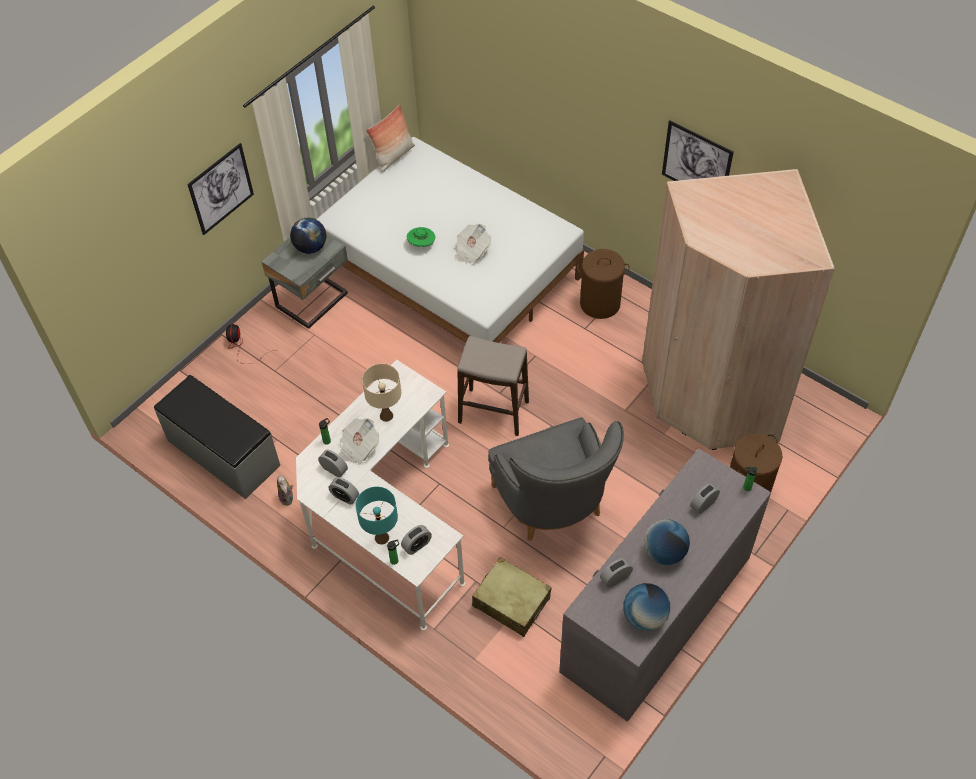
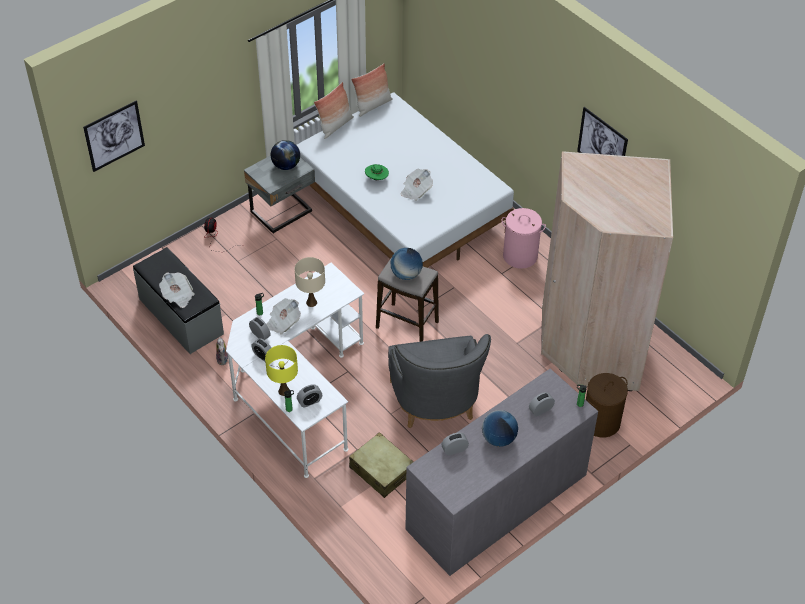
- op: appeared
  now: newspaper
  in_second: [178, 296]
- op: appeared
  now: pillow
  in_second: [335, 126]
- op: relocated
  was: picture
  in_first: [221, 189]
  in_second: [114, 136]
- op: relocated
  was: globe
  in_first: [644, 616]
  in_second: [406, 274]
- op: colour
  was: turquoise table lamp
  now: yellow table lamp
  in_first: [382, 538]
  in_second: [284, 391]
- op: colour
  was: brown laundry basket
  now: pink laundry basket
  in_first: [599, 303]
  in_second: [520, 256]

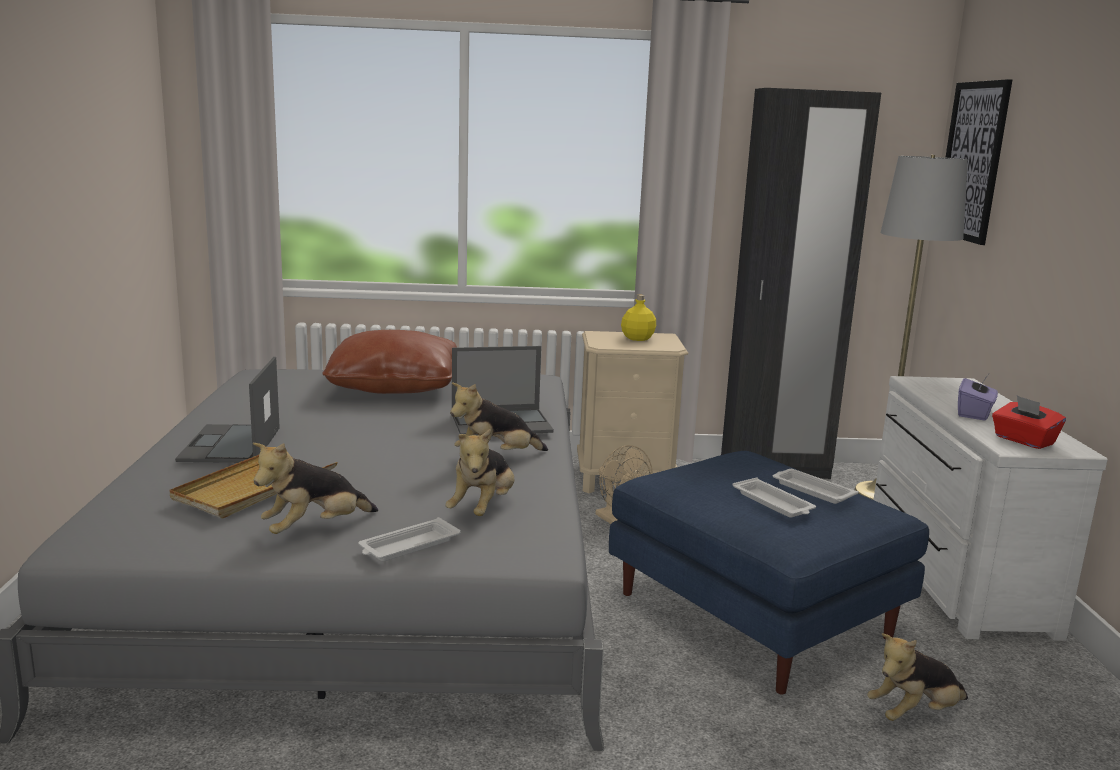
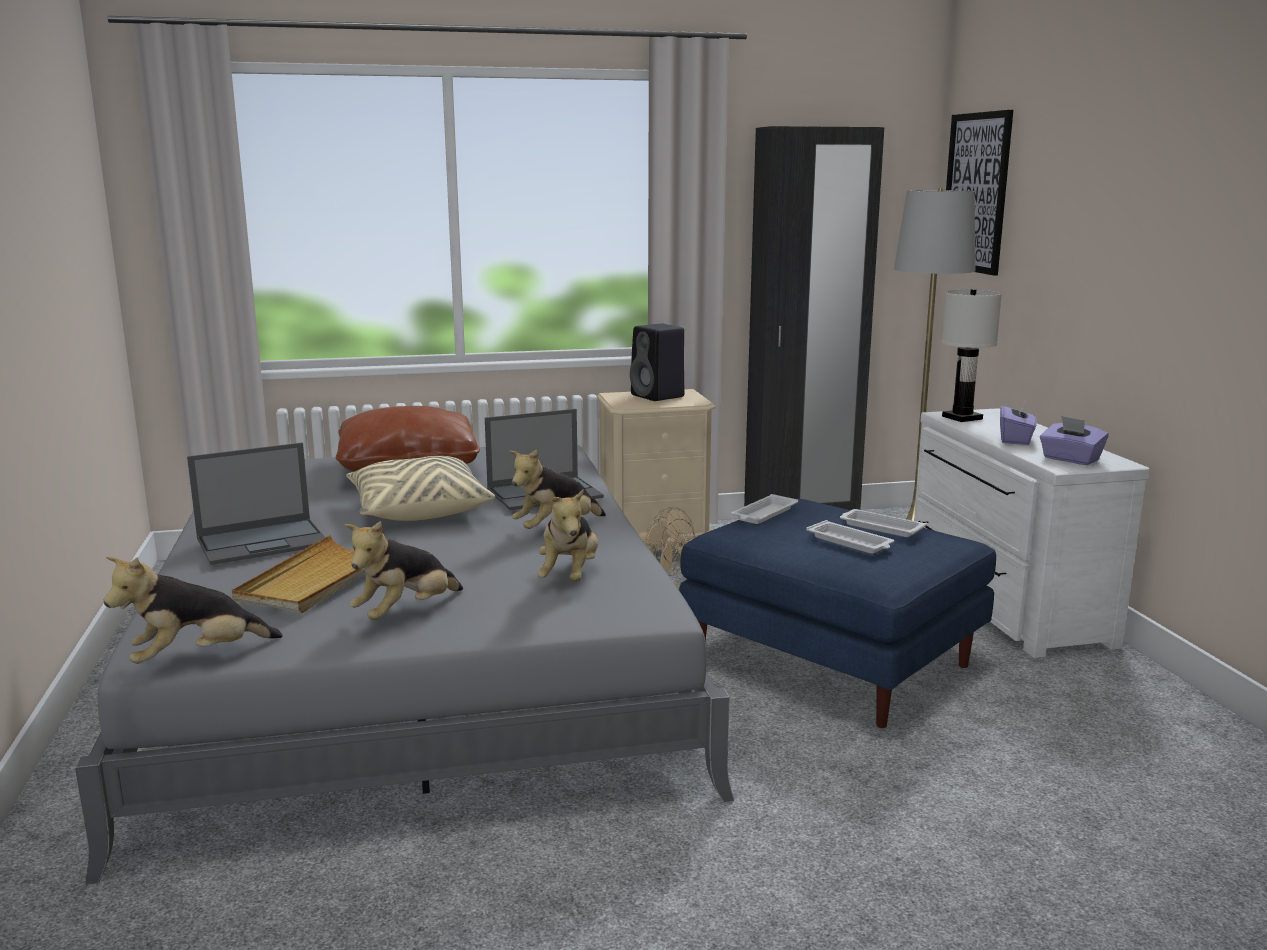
- op: appeared
  now: beige pillow
  in_second: [418, 510]
- op: appeared
  now: white table lamp
  in_second: [961, 417]
- op: relocated
  was: white tray
  in_first: [408, 546]
  in_second: [764, 514]
- op: relocated
  was: plush toy
  in_first: [915, 714]
  in_second: [196, 658]
- op: exchanged
  was: yellow bottle
  now: black speaker
  in_first: [638, 338]
  in_second: [659, 396]
- op: colour
  was: red tissue box
  now: purple tissue box
  in_first: [1023, 441]
  in_second: [1070, 459]
- op: spun
  was: laptop
  in_first: [230, 445]
  in_second: [264, 541]
  clockwise: -105

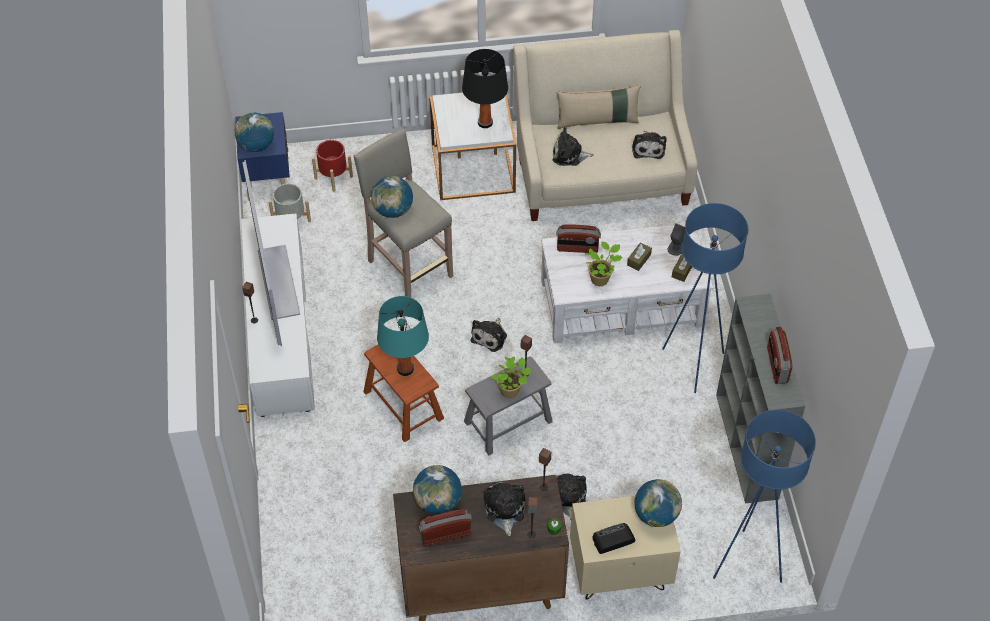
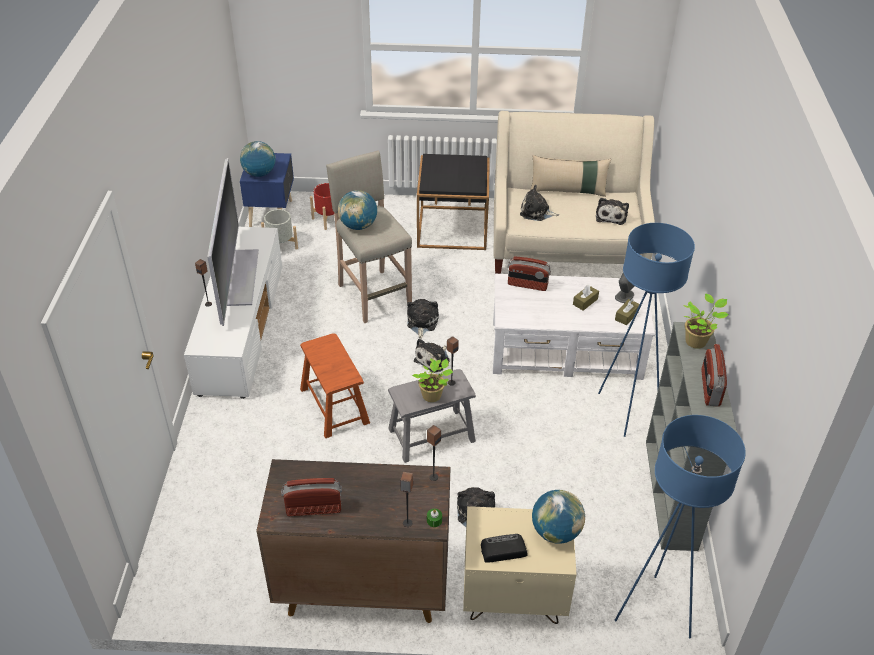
- op: missing
  was: turquoise table lamp
  in_first: [405, 369]
- op: missing
  was: globe
  in_first: [438, 502]
- op: missing
  was: black table lamp
  in_first: [485, 122]
- op: relocated
  was: plush toy
  in_first: [504, 510]
  in_second: [421, 323]
- op: relocated
  was: potted plant
  in_first: [600, 279]
  in_second: [697, 341]
- op: colour
  was: white side table
  now: black side table
  in_first: [473, 168]
  in_second: [452, 228]

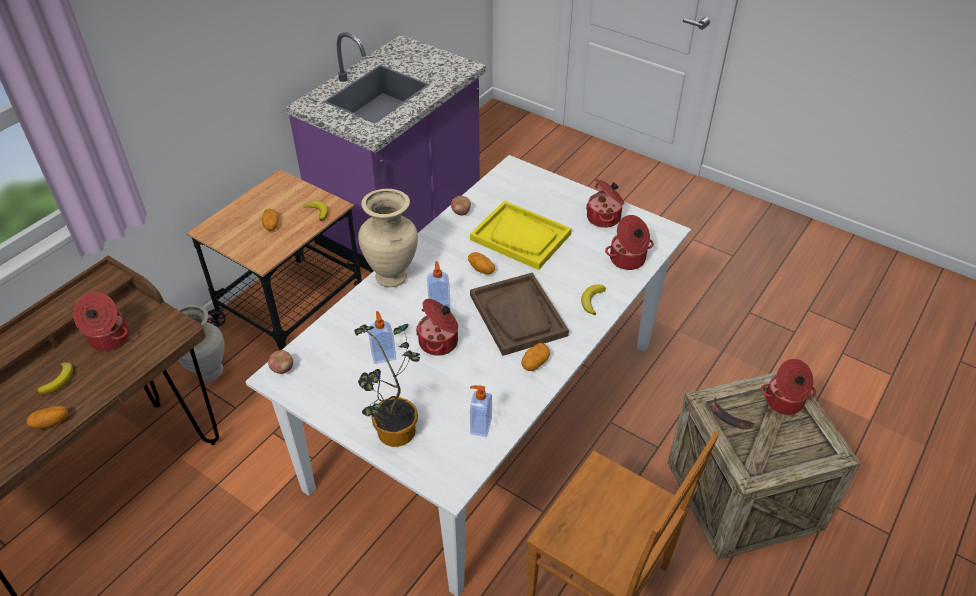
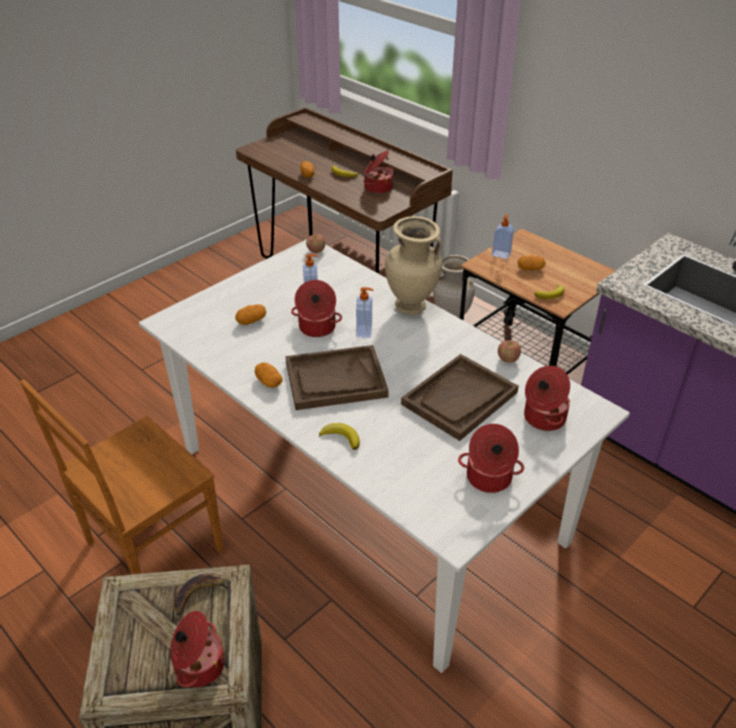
- op: missing
  was: potted plant
  in_first: [393, 436]
- op: relocated
  was: potato
  in_first: [481, 269]
  in_second: [251, 321]
- op: relocated
  was: soap dispenser
  in_first: [480, 426]
  in_second: [501, 254]
- op: relocated
  was: cooking pot
  in_first: [627, 260]
  in_second: [543, 418]
- op: colour
  was: yellow tray
  now: brown tray
  in_first: [521, 237]
  in_second: [459, 399]

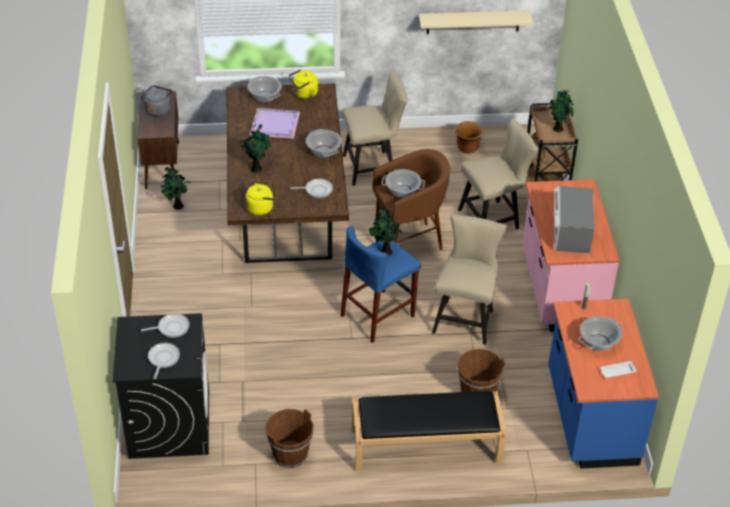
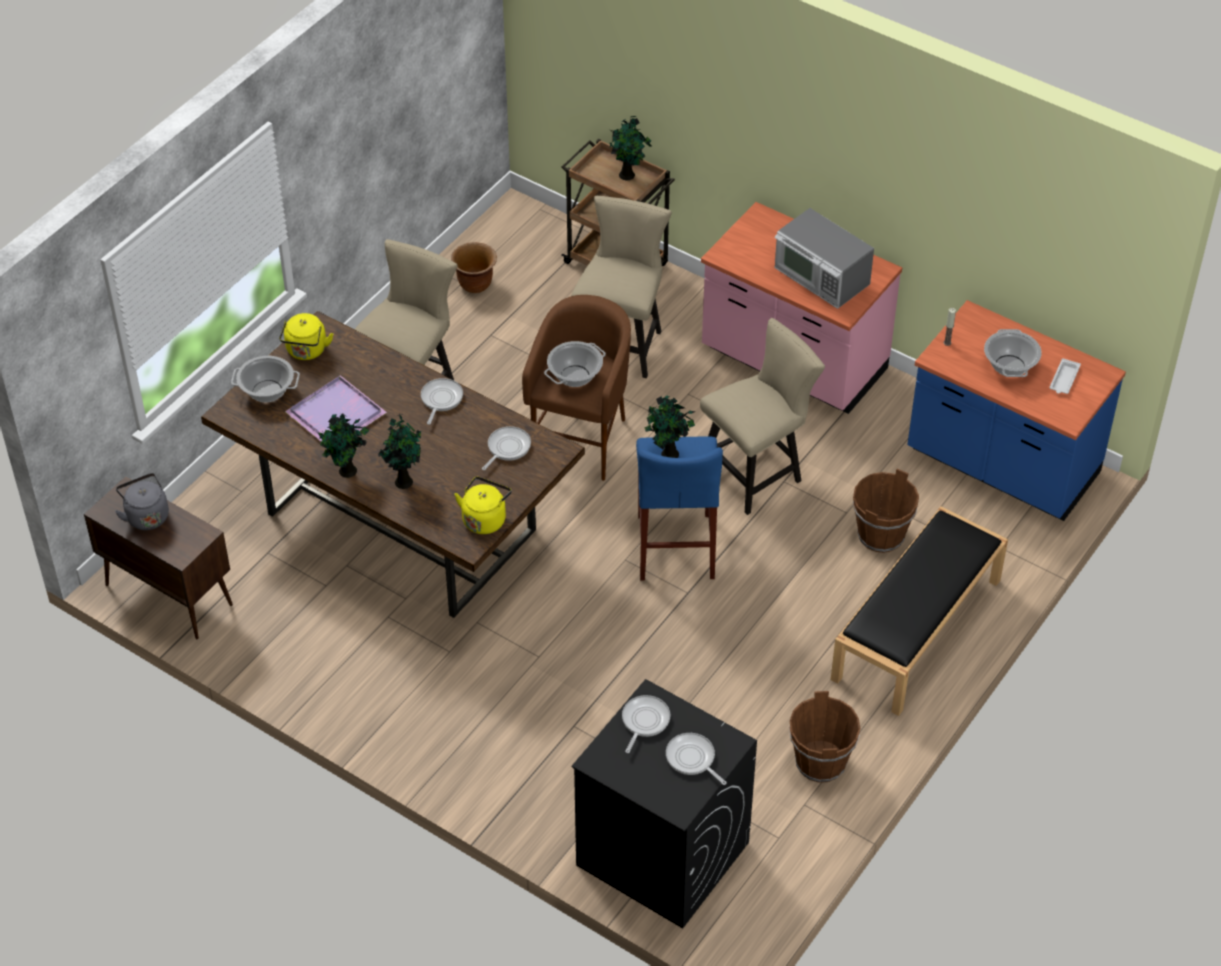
- op: missing
  was: beige shelf
  in_first: [473, 22]
- op: relocated
  was: potted plant
  in_first: [177, 206]
  in_second: [347, 472]
- op: exchanged
  was: cooking pot
  now: frying pan
  in_first: [323, 151]
  in_second: [440, 400]
- op: spun
  was: beige chair
  in_first: [465, 318]
  in_second: [757, 471]
  clockwise: 90

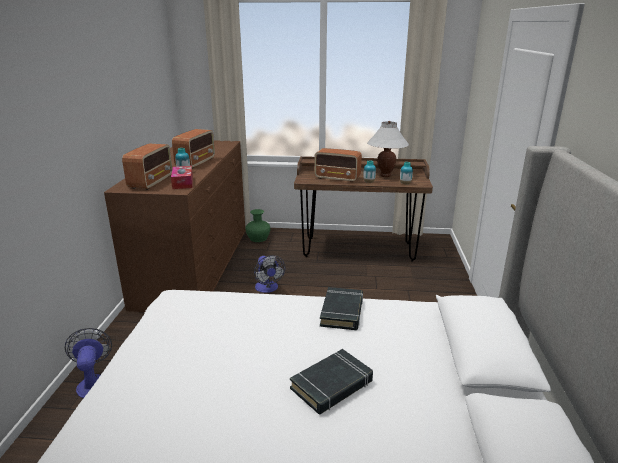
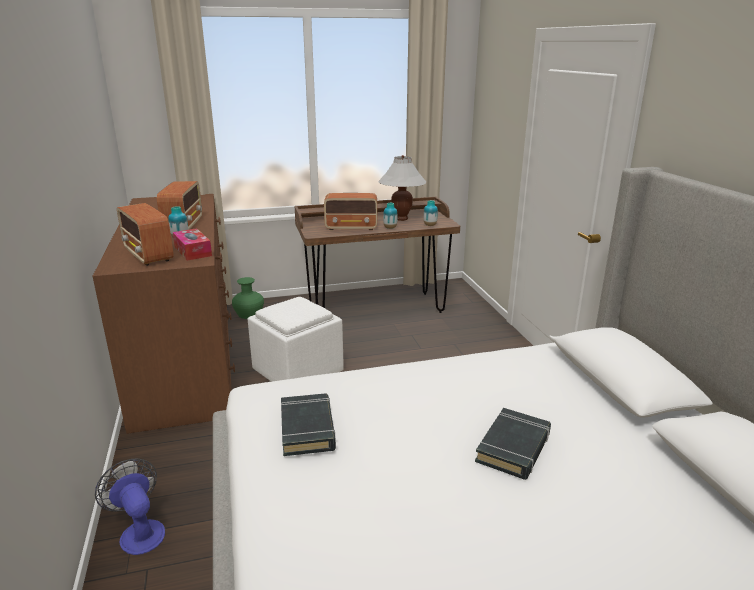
- op: relocated
  was: black book
  in_first: [342, 312]
  in_second: [307, 429]
- op: exchanged
  was: fan
  now: white ottoman
  in_first: [268, 289]
  in_second: [298, 371]
- op: spun
  was: radio
  in_first: [151, 182]
  in_second: [148, 255]
  clockwise: 150

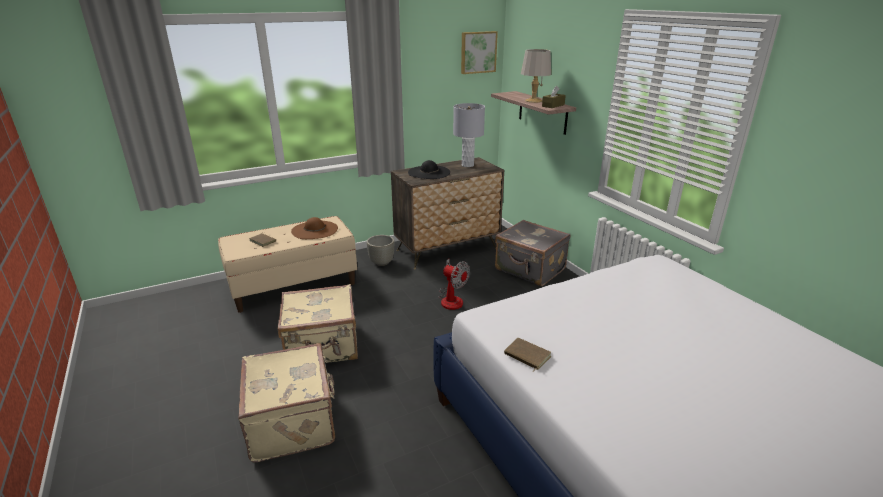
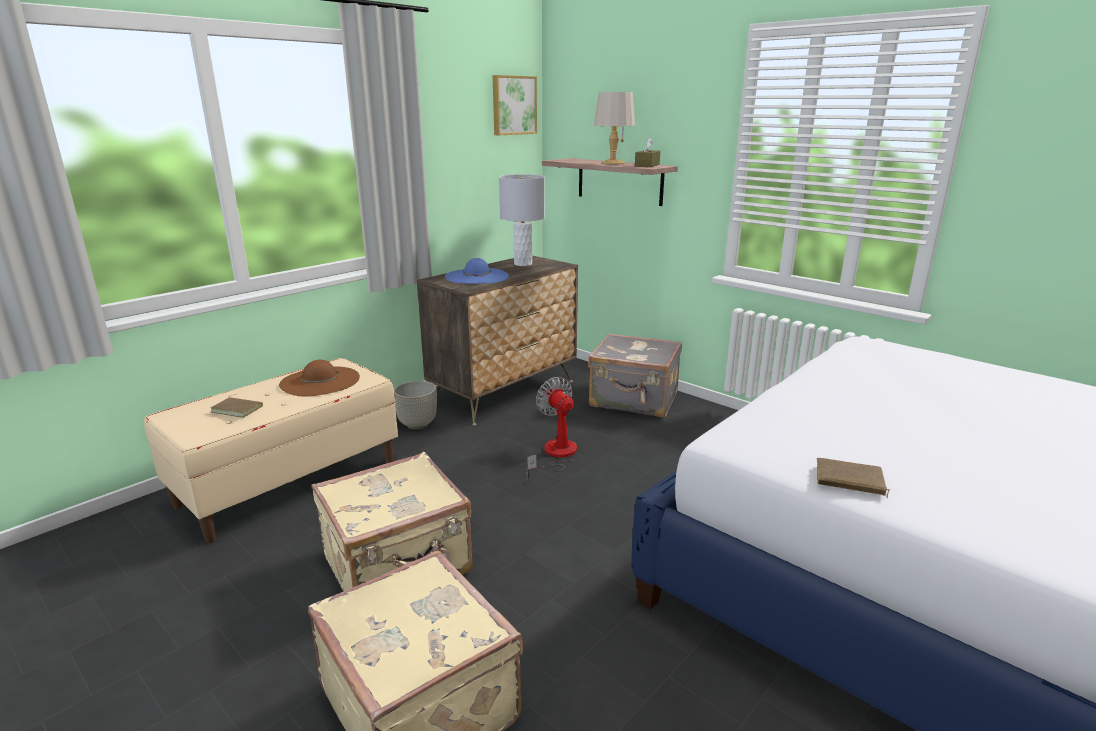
- op: colour
  was: black hat
  now: blue hat
  in_first: [429, 172]
  in_second: [477, 276]
- op: spun
  was: fan
  in_first: [451, 298]
  in_second: [555, 455]
  clockwise: -135

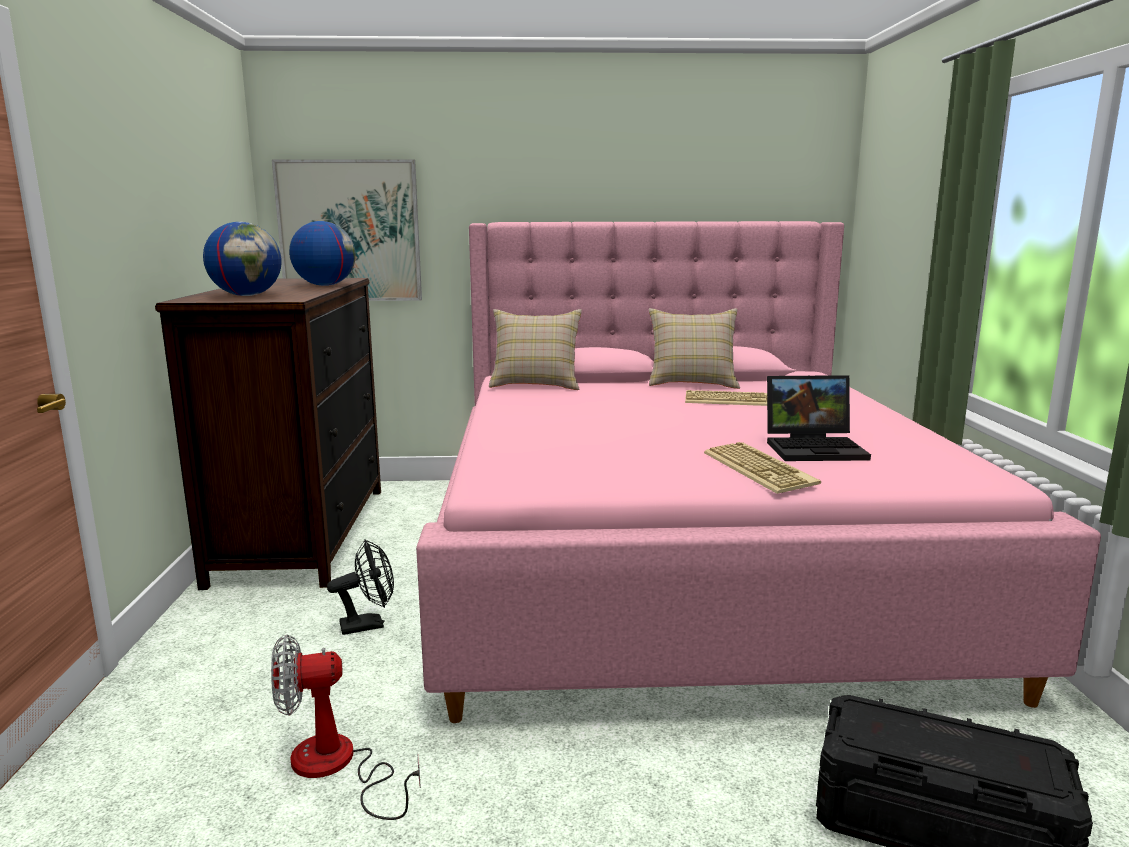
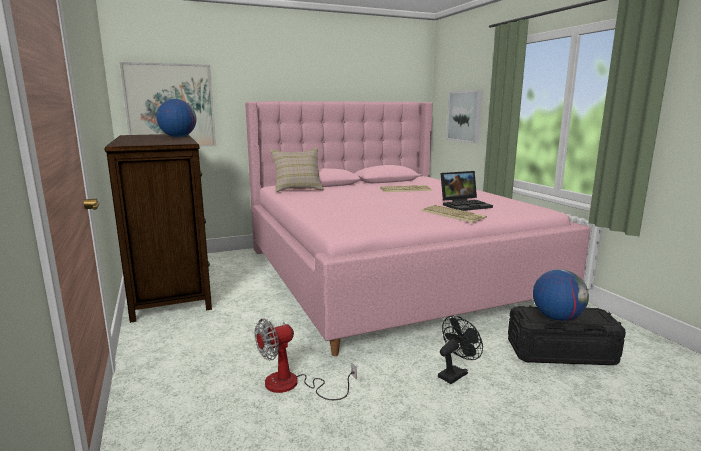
- op: missing
  was: beige pillow
  in_first: [692, 383]
- op: appeared
  now: picture
  in_second: [464, 116]
- op: relocated
  was: globe
  in_first: [247, 295]
  in_second: [557, 318]
- op: relocated
  was: black fan
  in_first: [369, 624]
  in_second: [455, 373]

